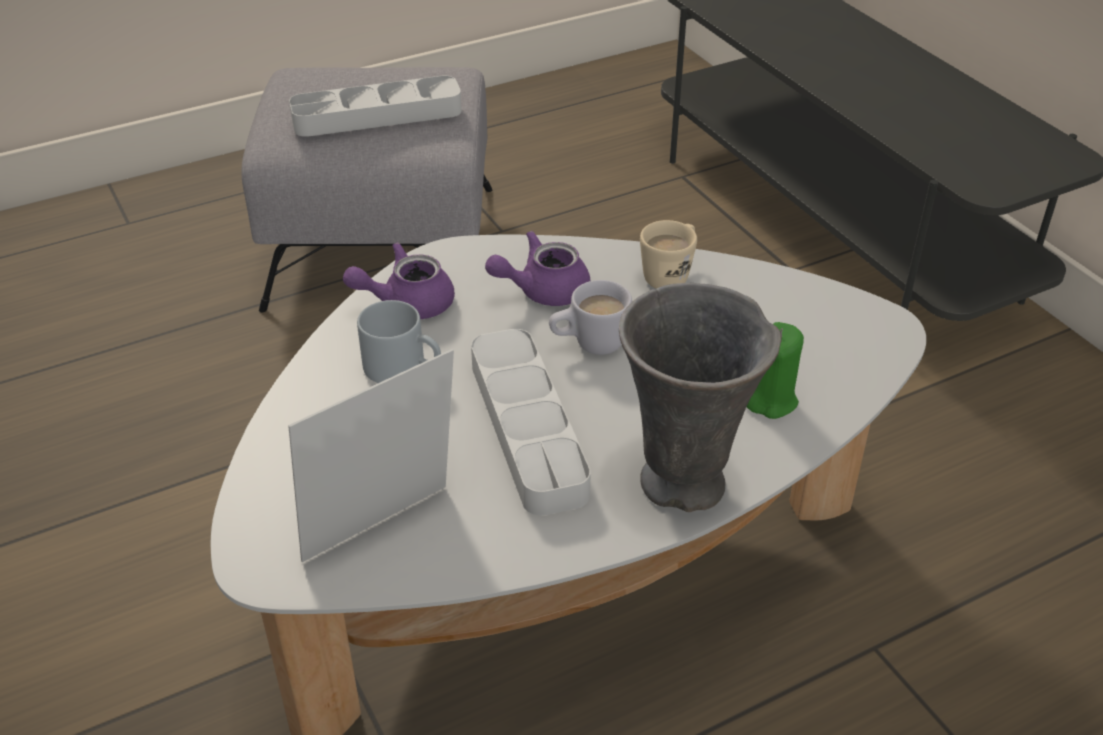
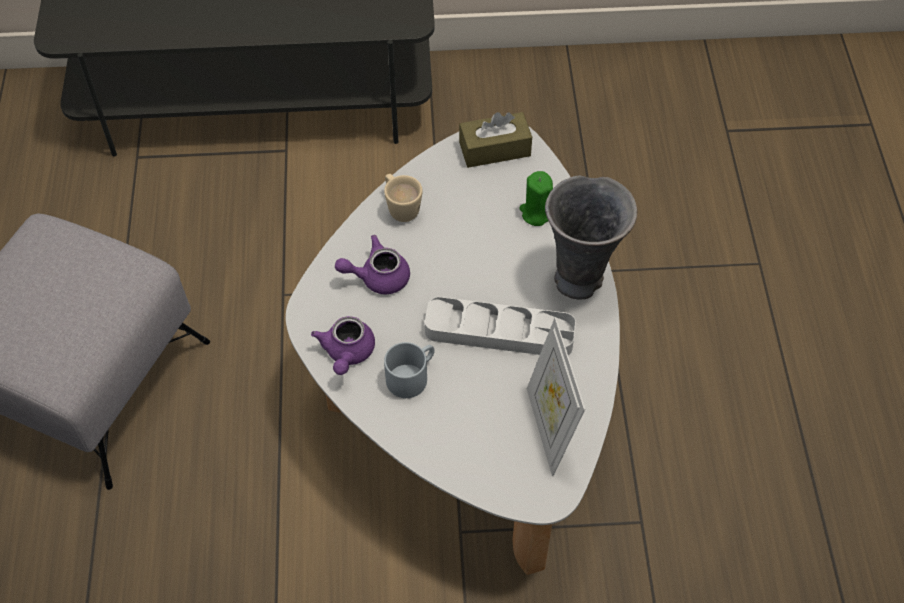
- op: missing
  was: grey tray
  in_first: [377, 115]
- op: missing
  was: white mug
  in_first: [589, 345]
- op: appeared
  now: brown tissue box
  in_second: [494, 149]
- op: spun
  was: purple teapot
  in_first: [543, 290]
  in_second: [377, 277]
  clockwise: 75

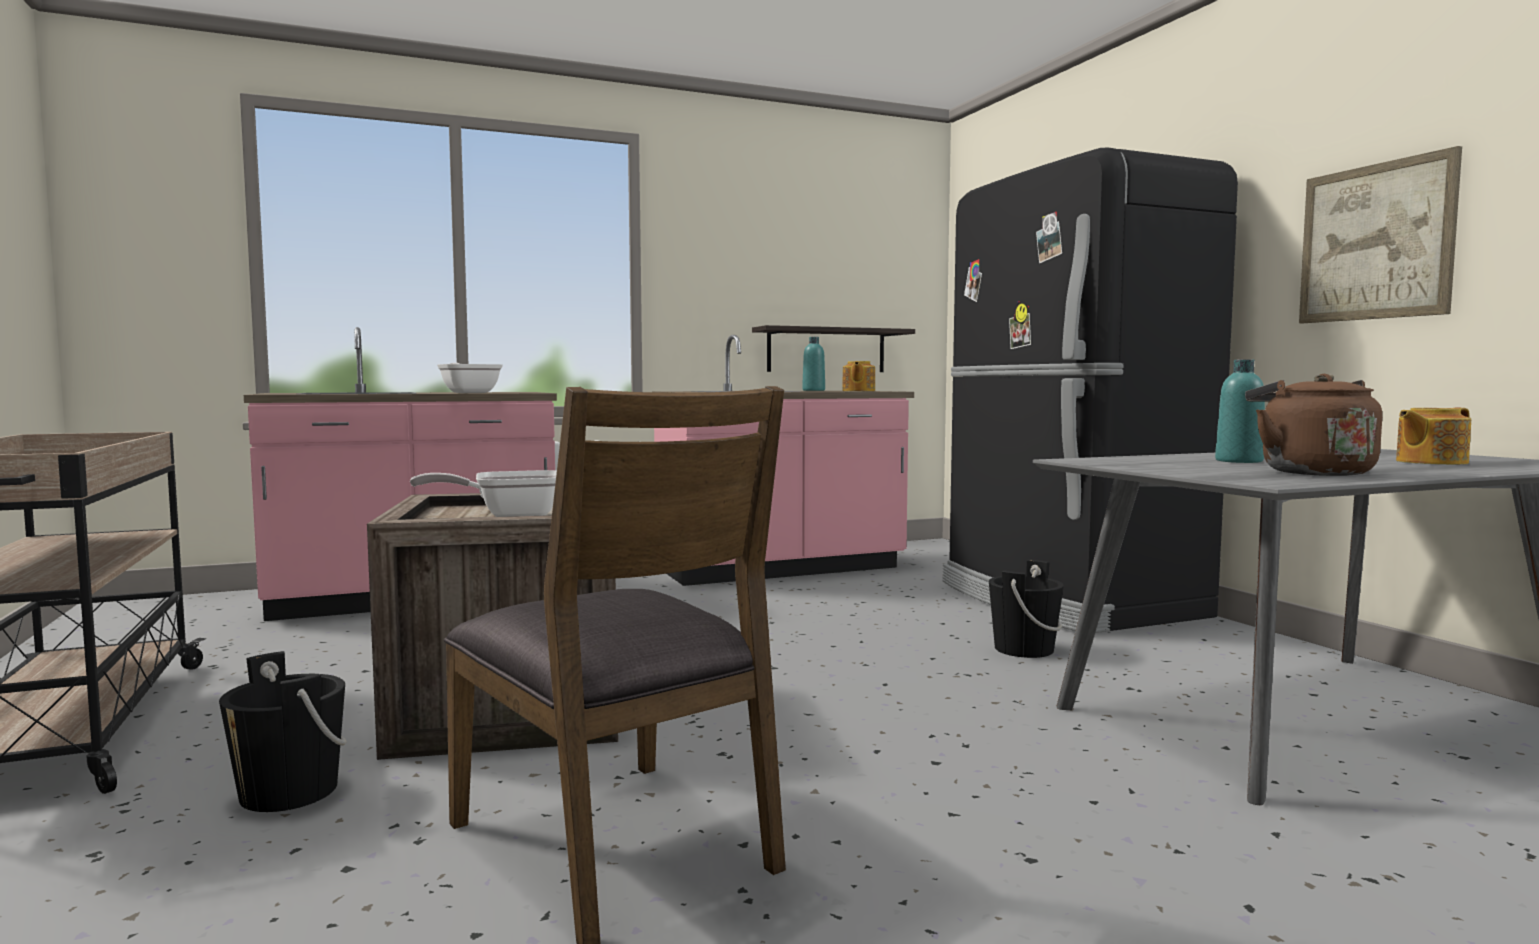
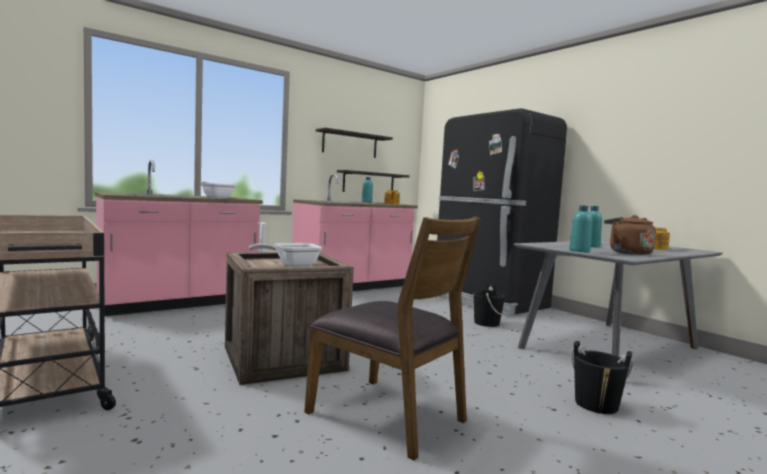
- op: missing
  was: picture
  in_first: [1375, 242]
- op: appeared
  now: shelf
  in_second: [350, 144]
- op: appeared
  now: turquoise bottle
  in_second: [579, 251]
- op: relocated
  was: black bucket
  in_first: [289, 792]
  in_second: [596, 404]

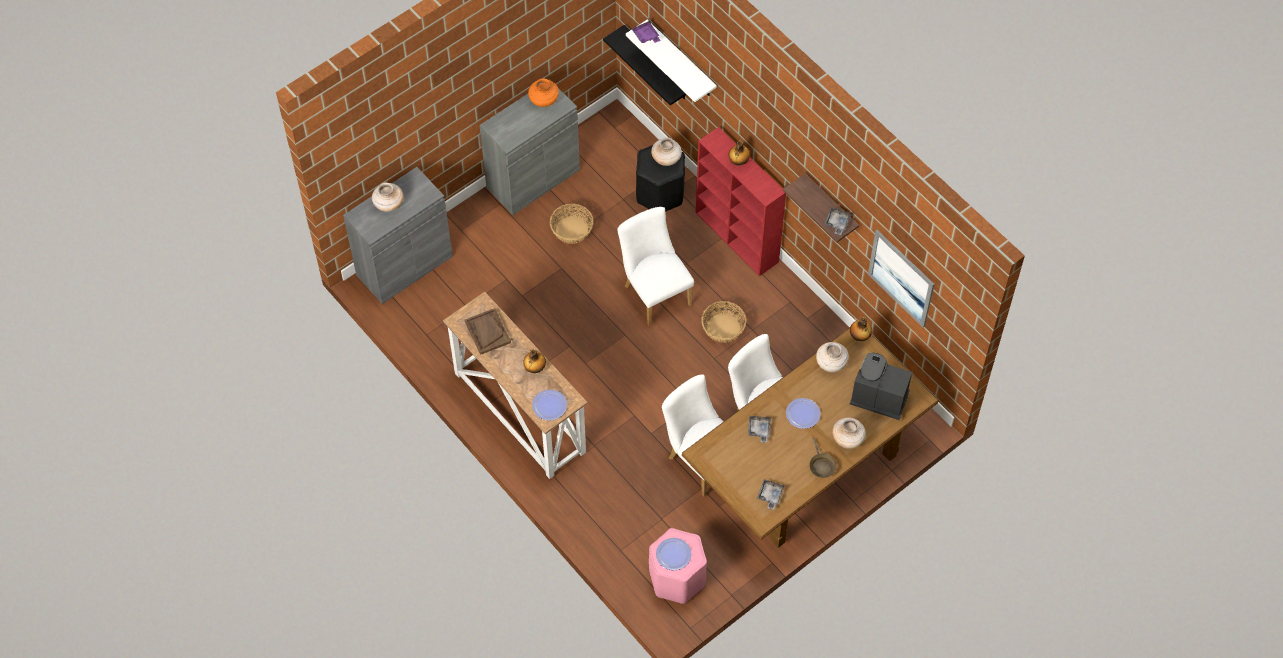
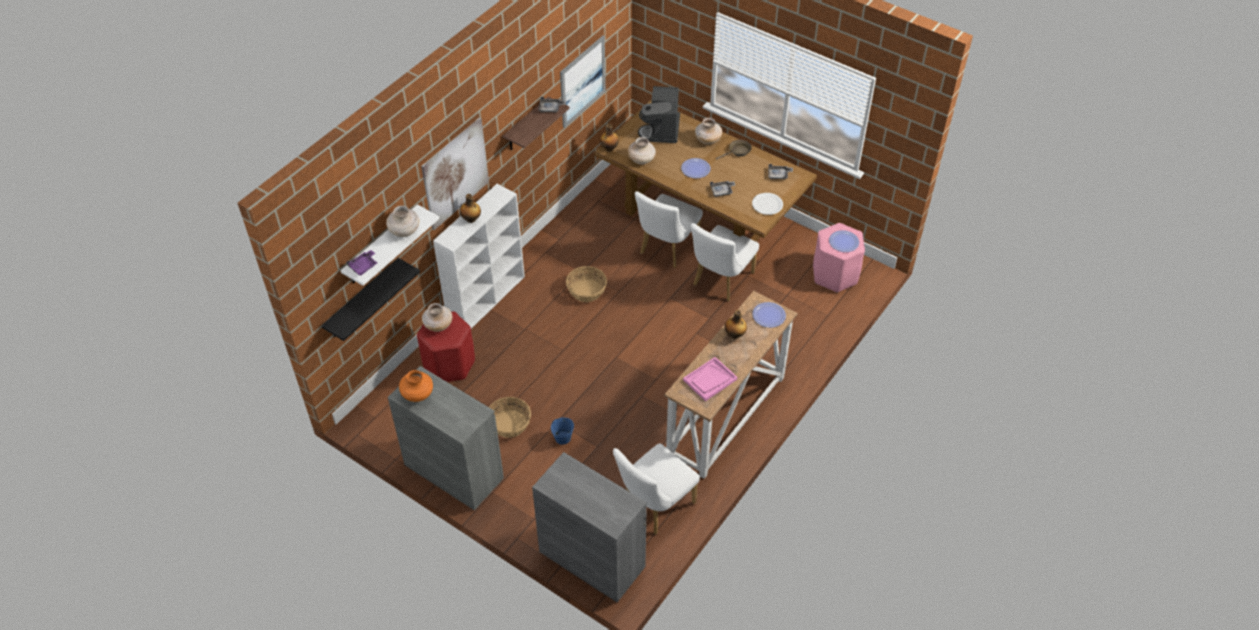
- op: appeared
  now: picture
  in_second: [455, 173]
- op: appeared
  now: blue bucket
  in_second: [562, 438]
- op: appeared
  now: white plate
  in_second: [767, 204]
- op: relocated
  was: beige vase
  in_first: [388, 204]
  in_second: [404, 232]
- op: relocated
  was: white chair
  in_first: [654, 292]
  in_second: [654, 506]
- op: colour
  was: brown tray
  now: pink tray
  in_first: [487, 332]
  in_second: [710, 380]
- op: colour
  was: black stool
  now: red stool
  in_first: [660, 193]
  in_second: [449, 364]
- op: colour
  was: red bookcase
  now: white bookcase
  in_first: [737, 237]
  in_second: [487, 298]

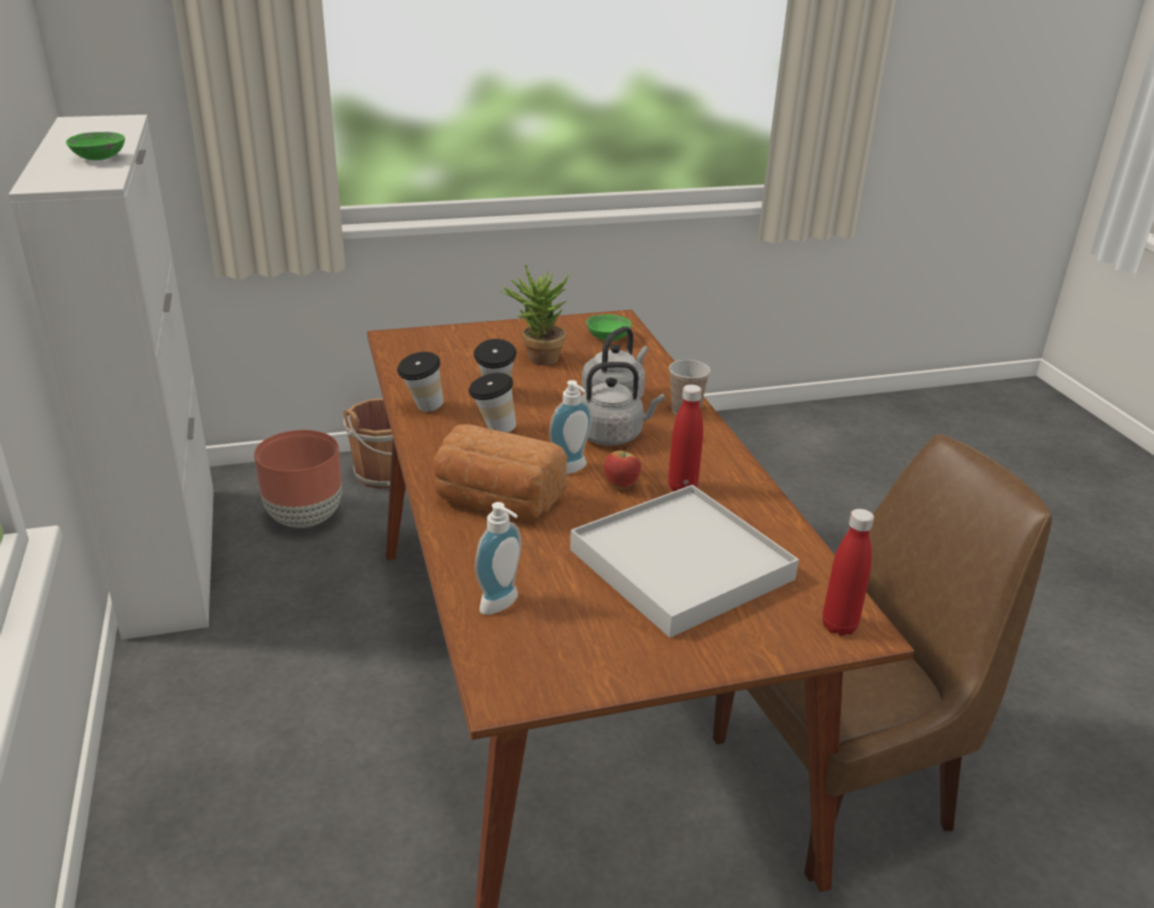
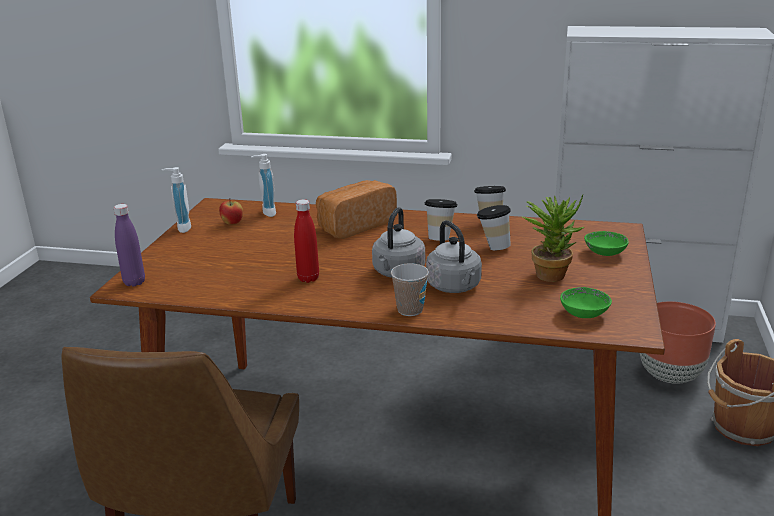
- op: missing
  was: white tray
  in_first: [680, 565]
- op: relocated
  was: green bowl
  in_first: [99, 158]
  in_second: [604, 253]
- op: relocated
  was: soap dispenser
  in_first: [572, 470]
  in_second: [181, 228]
- op: relocated
  was: apple
  in_first: [621, 486]
  in_second: [232, 224]
- op: colour
  was: red bottle
  now: purple bottle
  in_first: [839, 626]
  in_second: [134, 282]

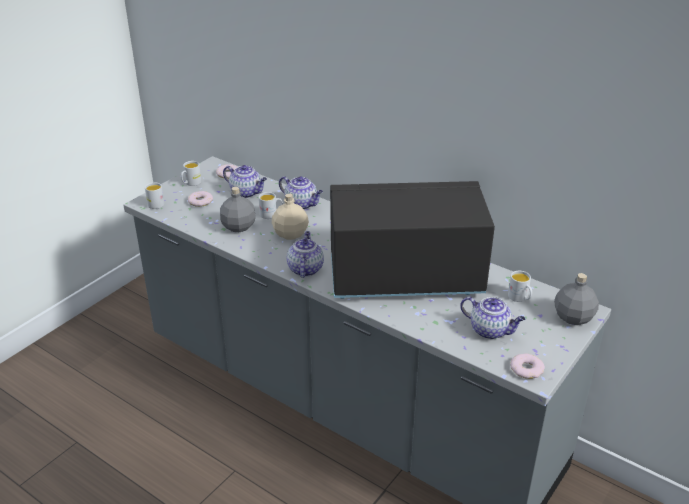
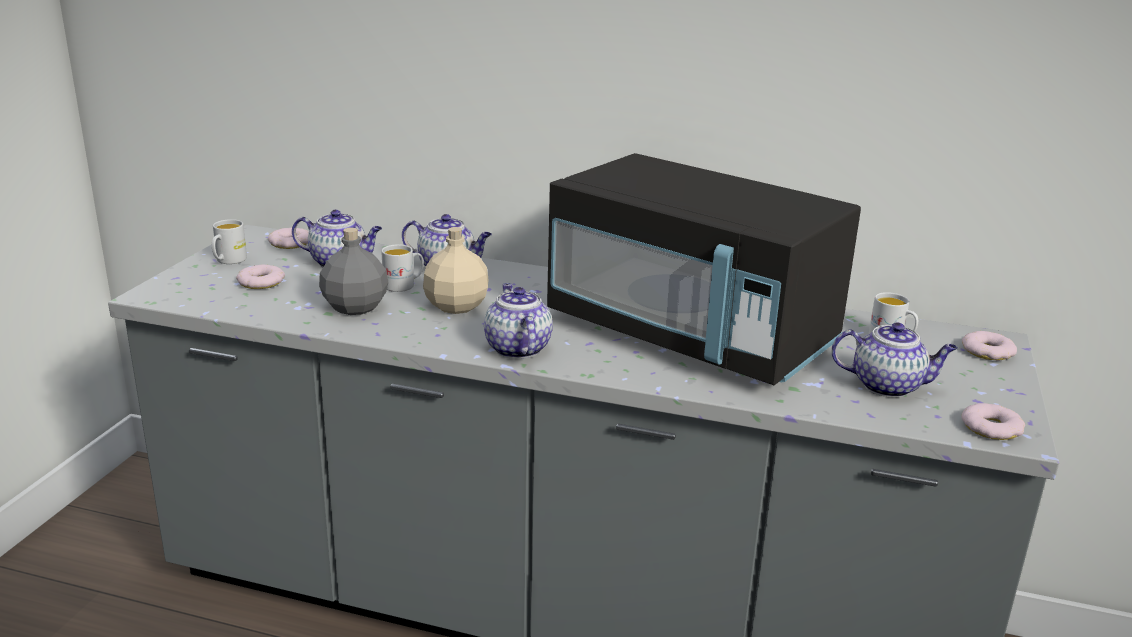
- op: missing
  was: white mug
  in_first: [154, 203]
- op: exchanged
  was: grey bottle
  now: donut
  in_first: [572, 317]
  in_second: [988, 351]
- op: spun
  was: black microwave
  in_first: [404, 276]
  in_second: [691, 335]
  clockwise: -120

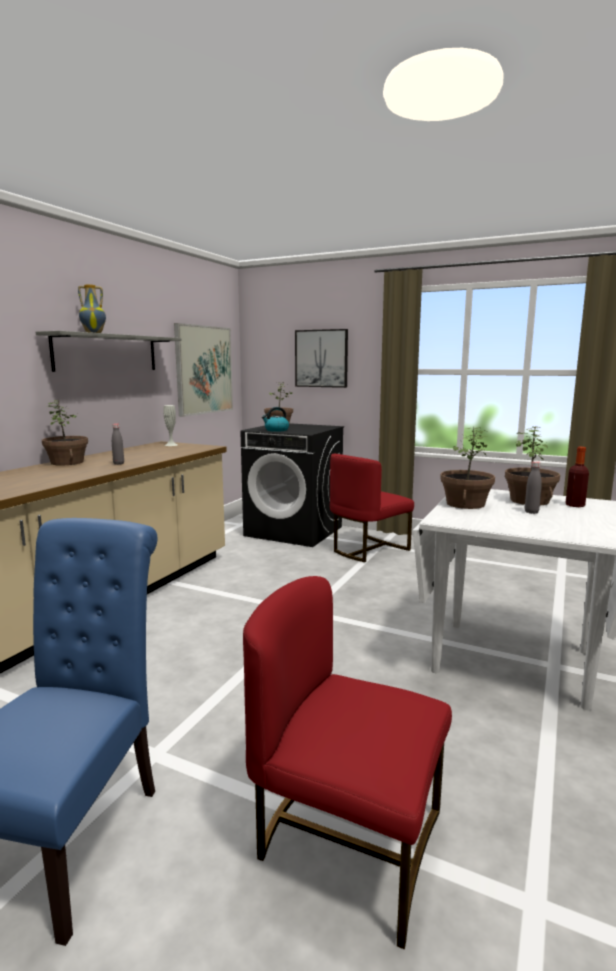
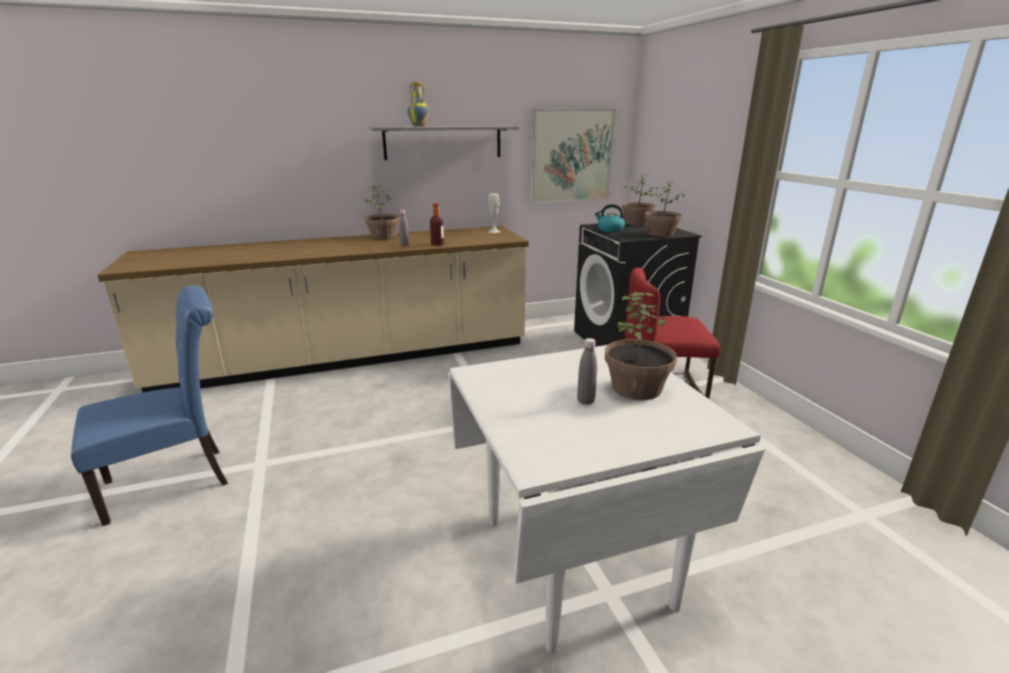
- op: missing
  was: red chair
  in_first: [347, 843]
- op: missing
  was: picture
  in_first: [321, 358]
- op: relocated
  was: potted plant
  in_first: [465, 504]
  in_second: [660, 234]
- op: relocated
  was: bottle
  in_first: [575, 505]
  in_second: [437, 244]

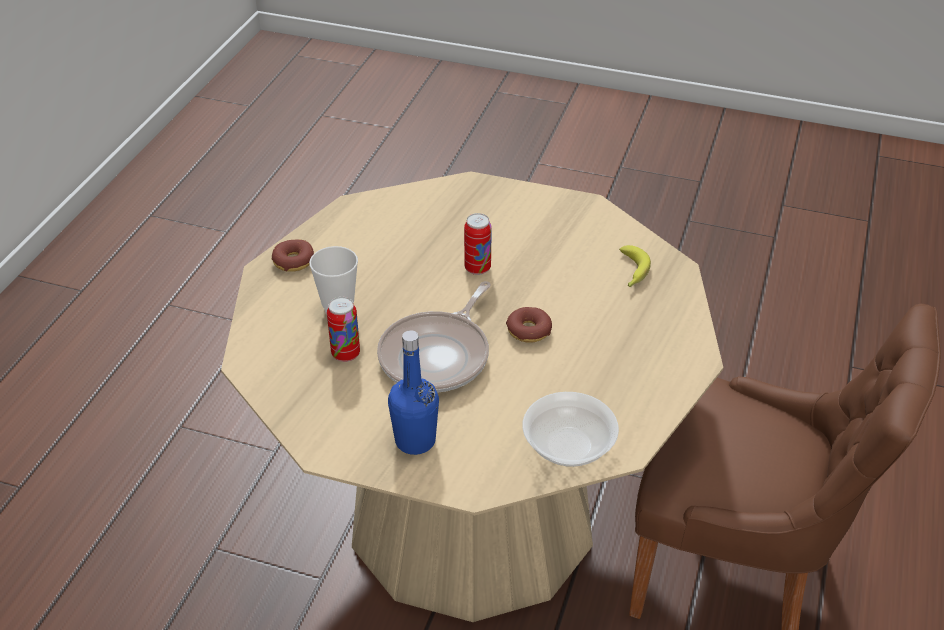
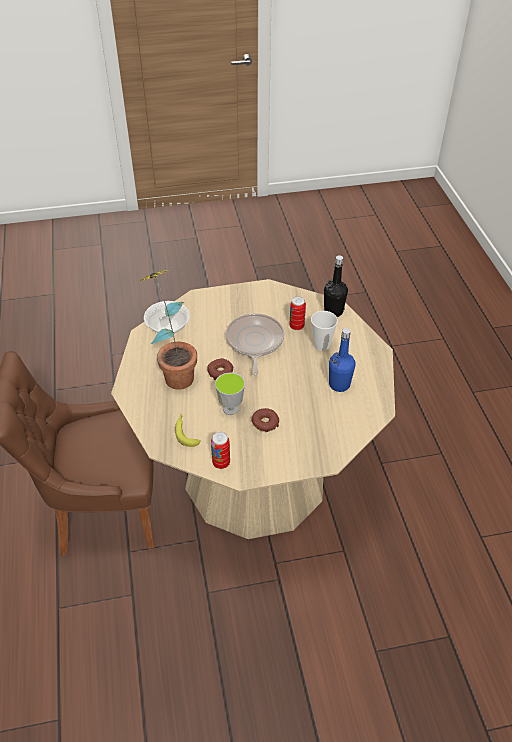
- op: appeared
  now: potted plant
  in_second: [175, 373]
- op: appeared
  now: cup
  in_second: [230, 409]
- op: appeared
  now: black bottle
  in_second: [333, 311]
- op: relocated
  was: donut
  in_first: [293, 261]
  in_second: [265, 423]
- op: relocated
  was: blue bottle
  in_first: [415, 440]
  in_second: [339, 384]
- op: relocated
  was: can
  in_first: [477, 268]
  in_second: [221, 463]

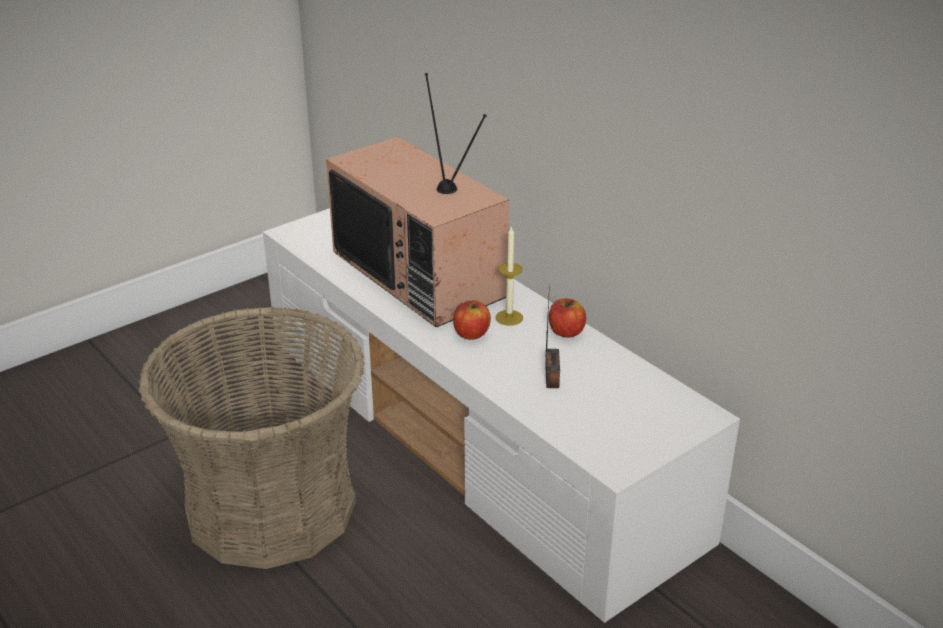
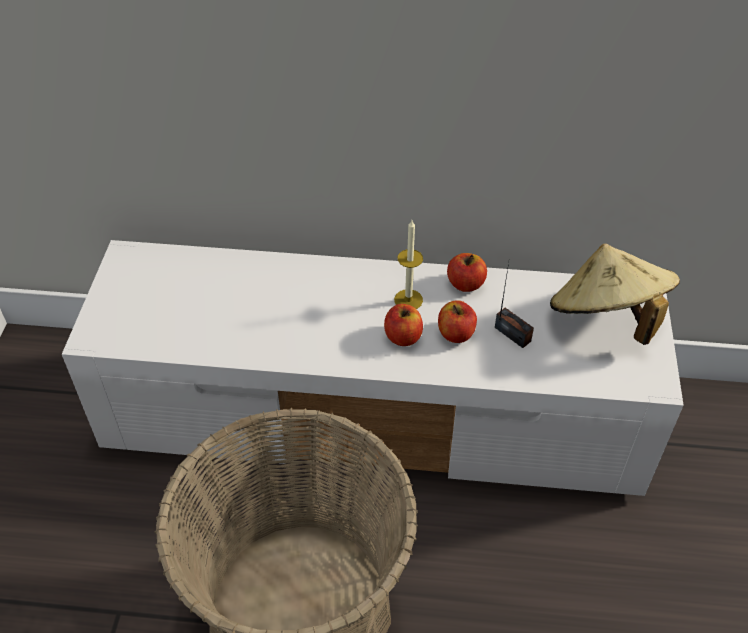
- op: missing
  was: television
  in_first: [422, 274]
- op: appeared
  now: apple
  in_second: [456, 333]
- op: appeared
  now: beige hat
  in_second: [606, 318]

